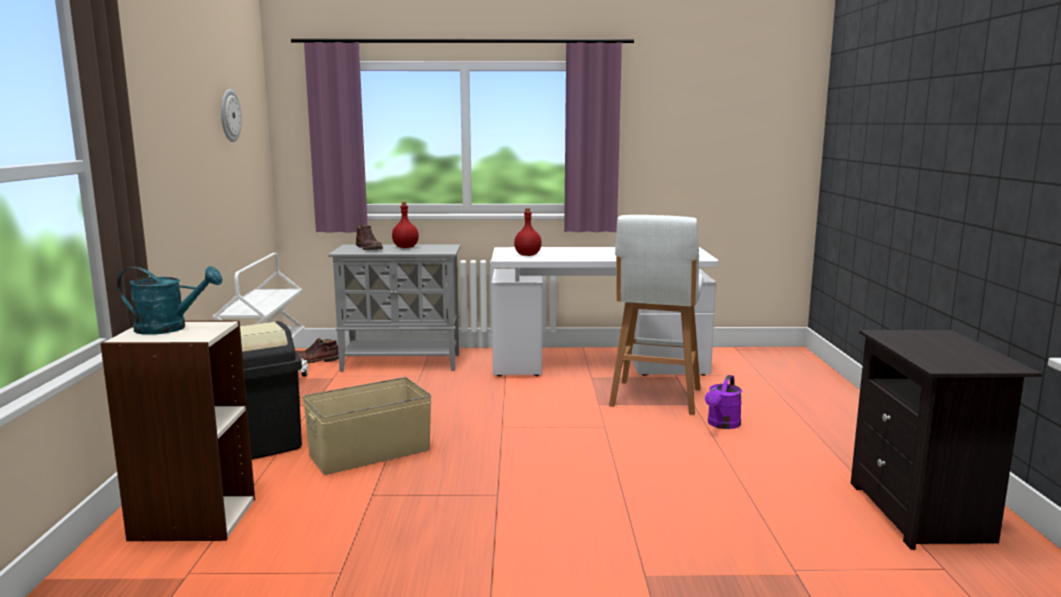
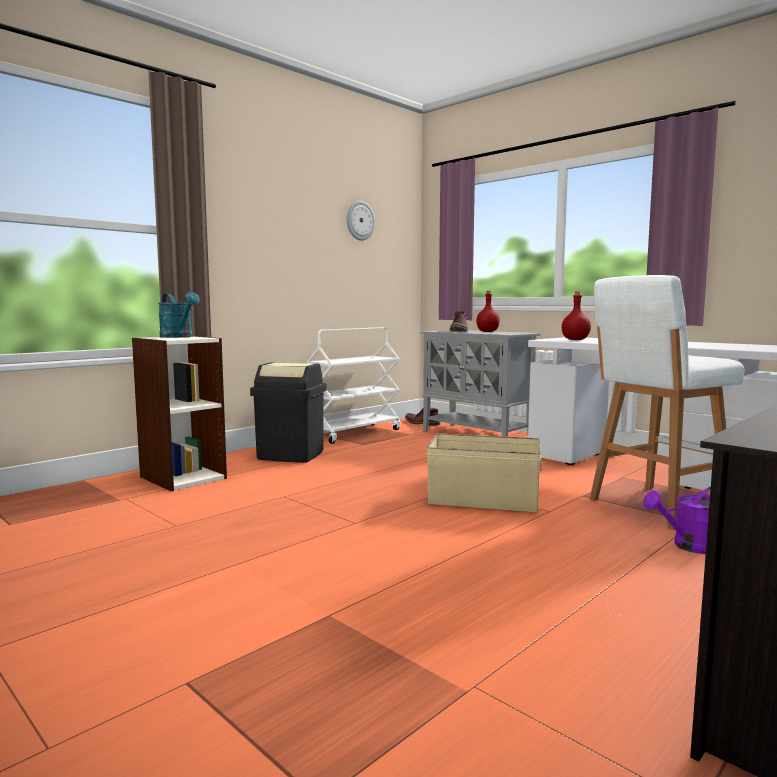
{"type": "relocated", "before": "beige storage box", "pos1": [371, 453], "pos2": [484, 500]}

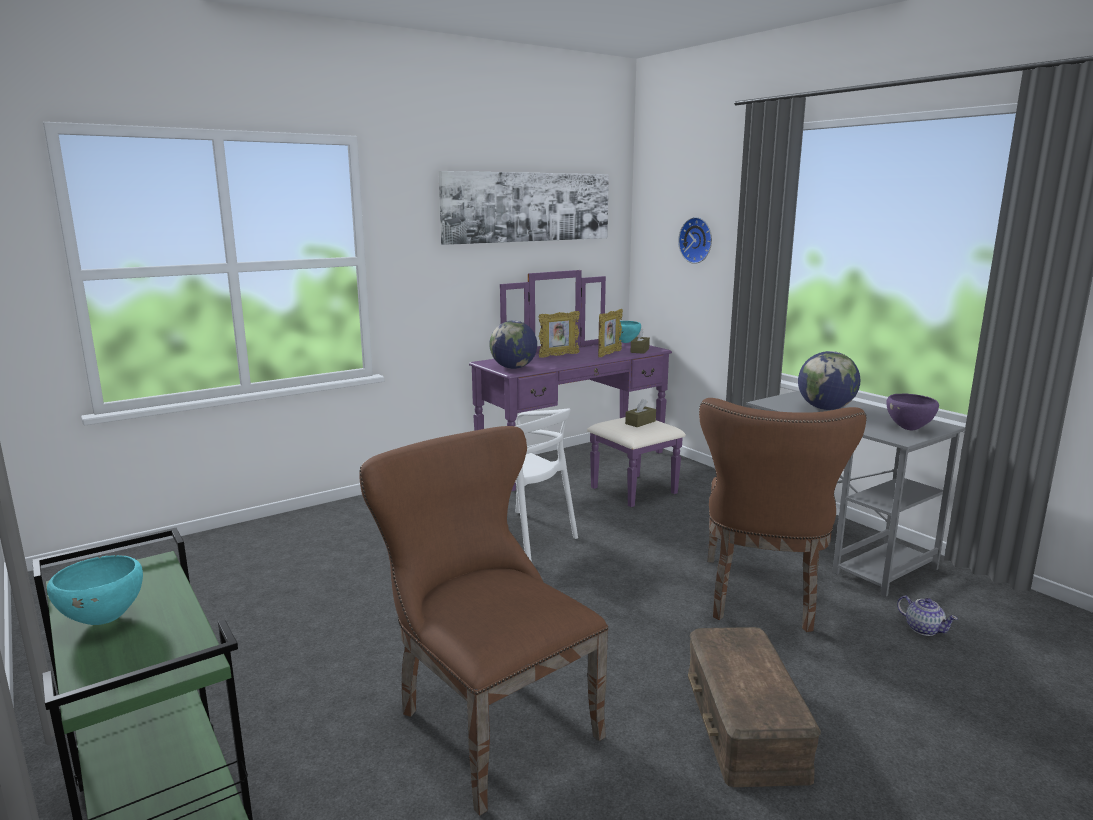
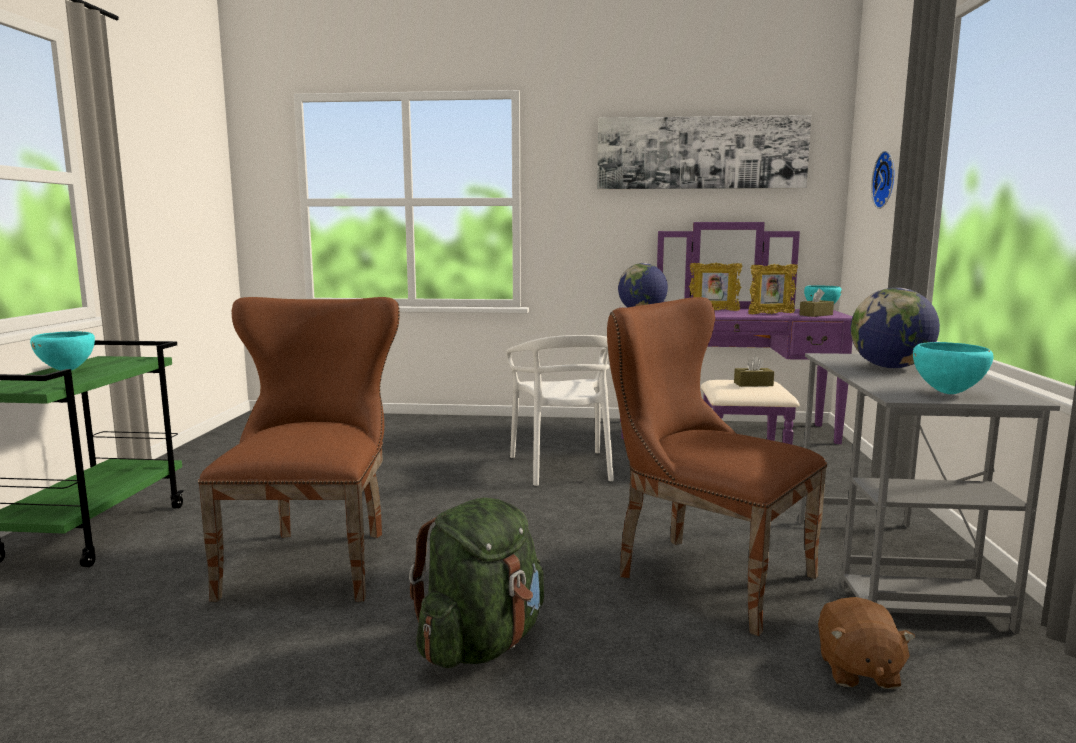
{"type": "exchanged", "before": "brown storage box", "after": "green backpack", "pos1": [743, 723], "pos2": [481, 644]}
{"type": "spun", "before": "brown chair", "pos1": [762, 598], "pos2": [702, 575], "turn": 75}
{"type": "exchanged", "before": "teapot", "after": "brown plush toy", "pos1": [923, 629], "pos2": [857, 671]}
{"type": "colour", "before": "purple bowl", "after": "turquoise bowl", "pos1": [909, 429], "pos2": [949, 393]}

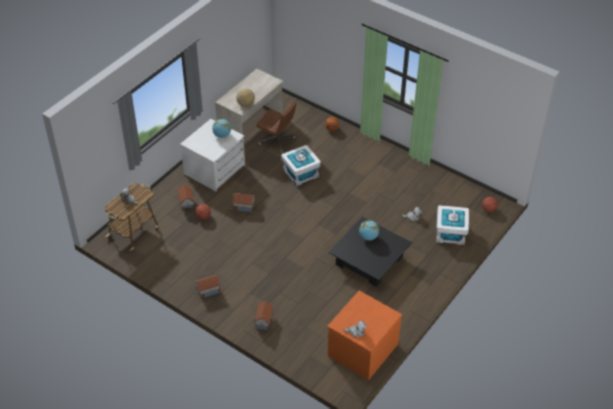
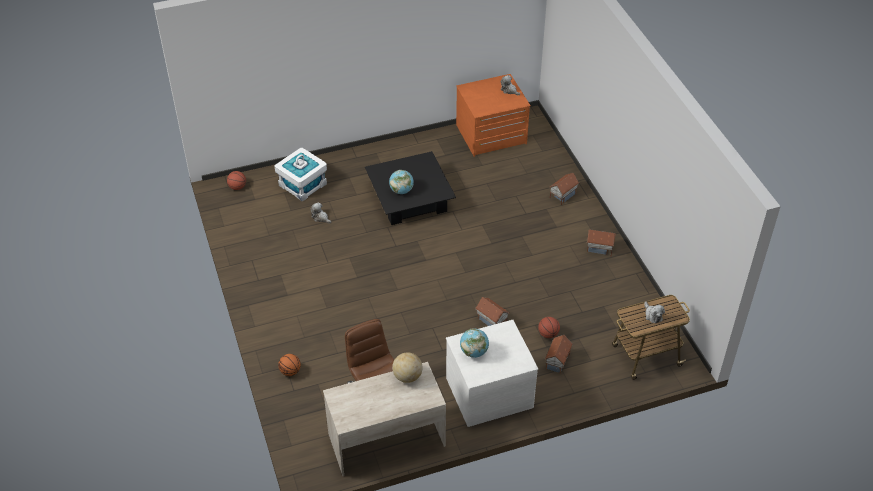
{"type": "missing", "before": "white storage box", "pos1": [300, 173]}

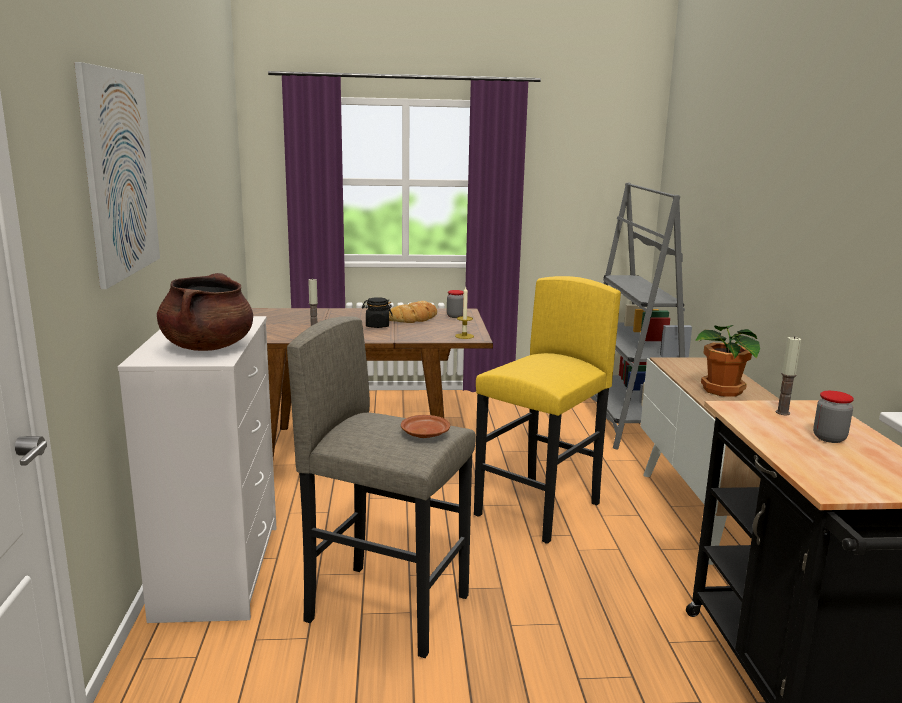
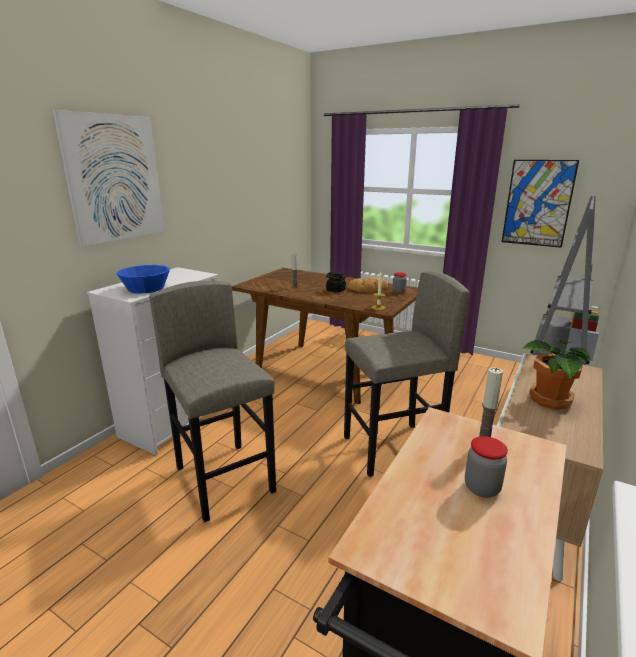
{"type": "exchanged", "before": "brown cooking pot", "after": "blue bowl", "pos1": [208, 347], "pos2": [146, 288]}
{"type": "colour", "before": "yellow stool", "after": "grey stool", "pos1": [539, 509], "pos2": [393, 449]}
{"type": "appeared", "after": "picture", "pos2": [538, 203]}
{"type": "missing", "before": "brown plate", "pos1": [424, 434]}

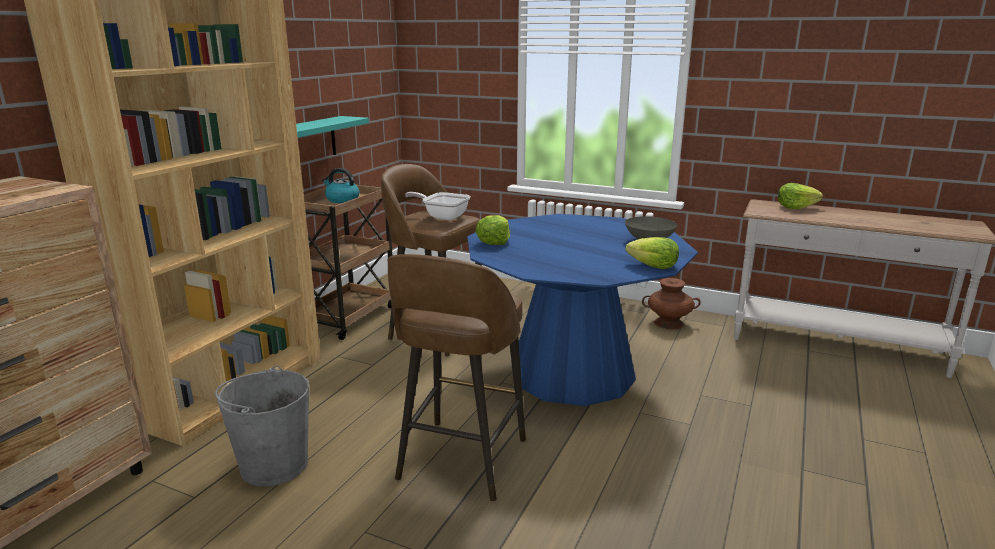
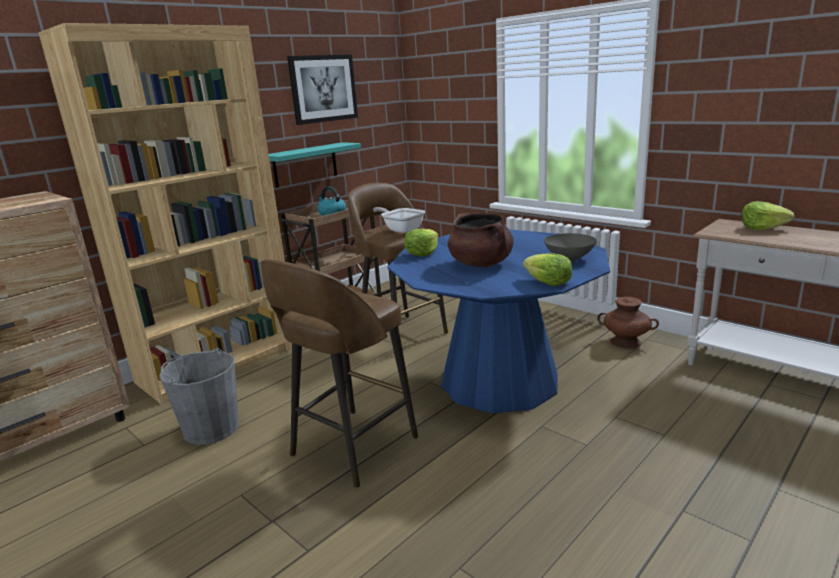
{"type": "appeared", "after": "picture", "pos2": [323, 88]}
{"type": "appeared", "after": "brown cooking pot", "pos2": [481, 264]}

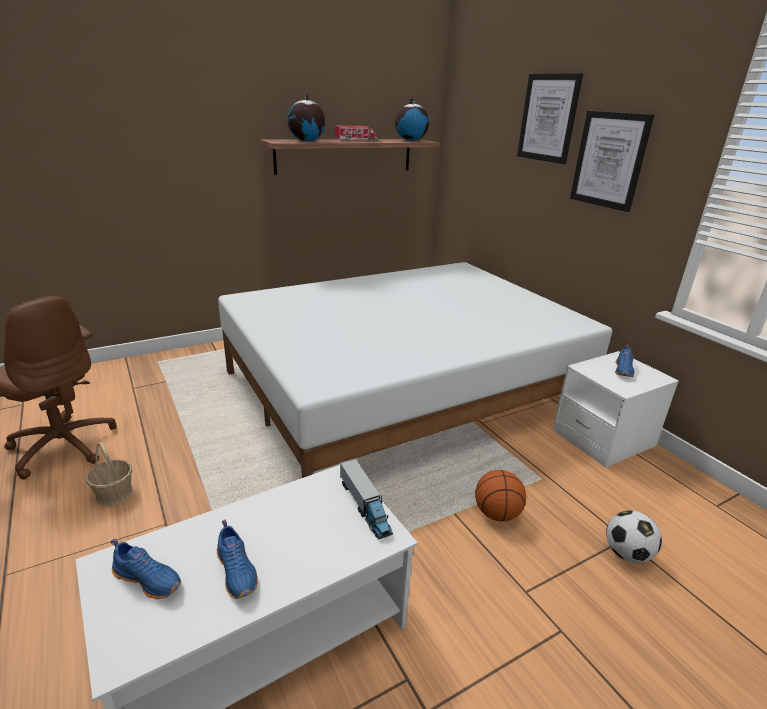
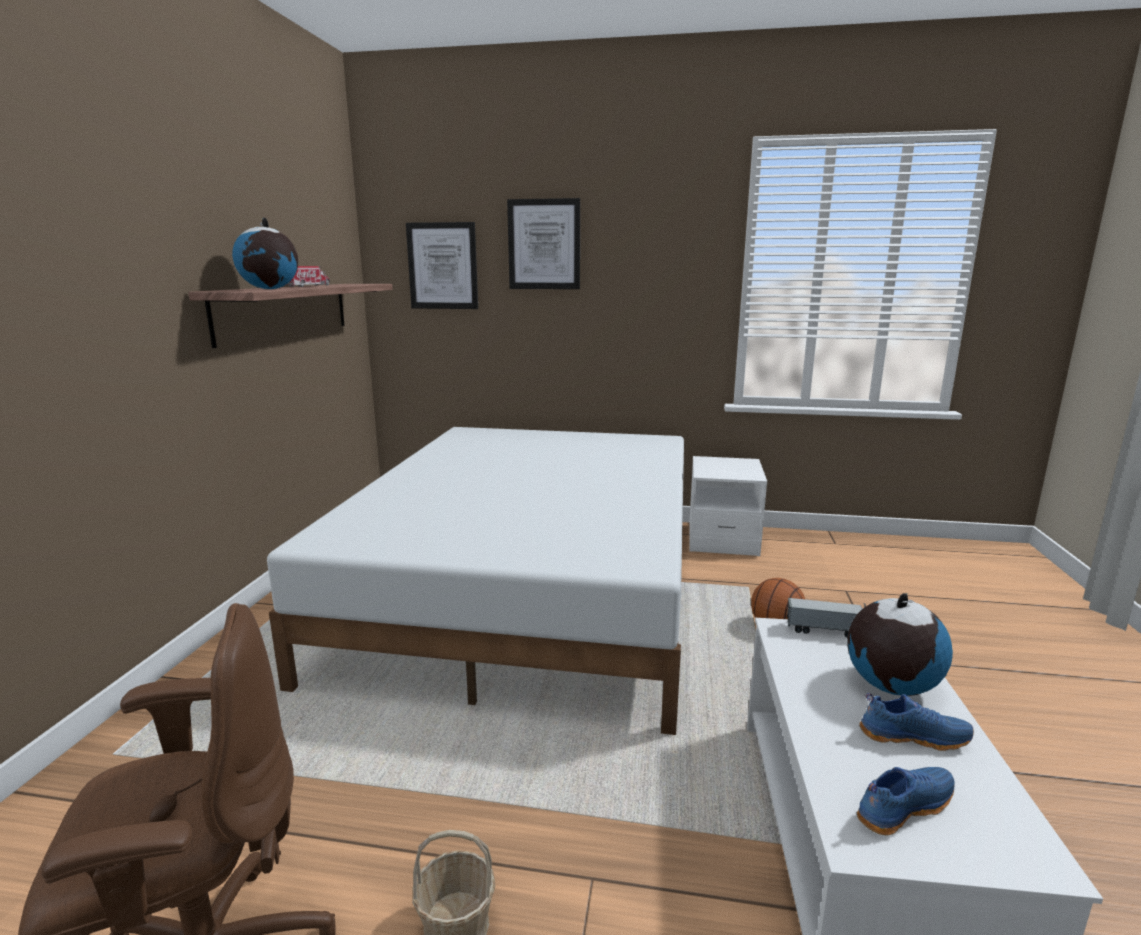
{"type": "relocated", "before": "picture", "pos1": [609, 160], "pos2": [443, 266]}
{"type": "relocated", "before": "globe", "pos1": [410, 140], "pos2": [890, 686]}
{"type": "missing", "before": "football", "pos1": [627, 554]}
{"type": "missing", "before": "blue shoe", "pos1": [624, 370]}

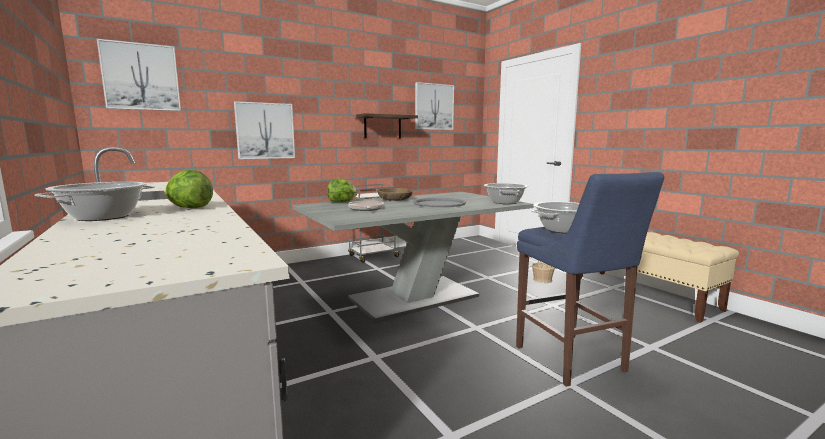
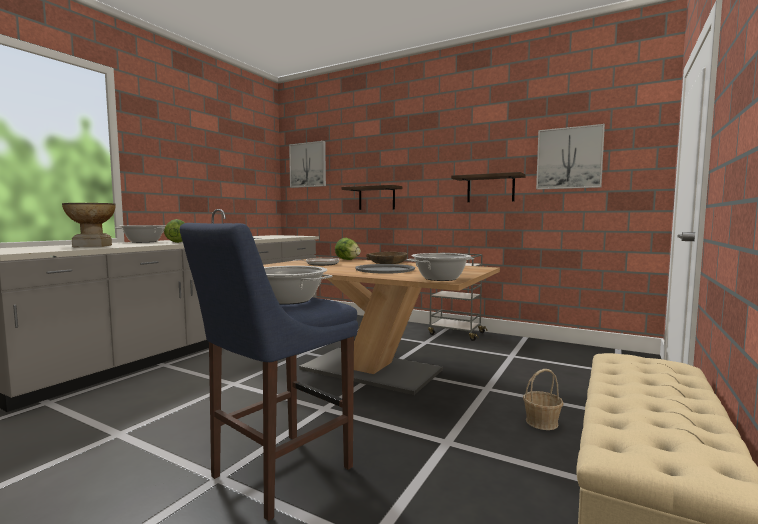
{"type": "appeared", "after": "vase", "pos2": [92, 246]}
{"type": "colour", "before": "grey dining table", "after": "brown dining table", "pos1": [414, 297], "pos2": [370, 369]}
{"type": "exchanged", "before": "picture", "after": "shelf", "pos1": [265, 131], "pos2": [376, 198]}

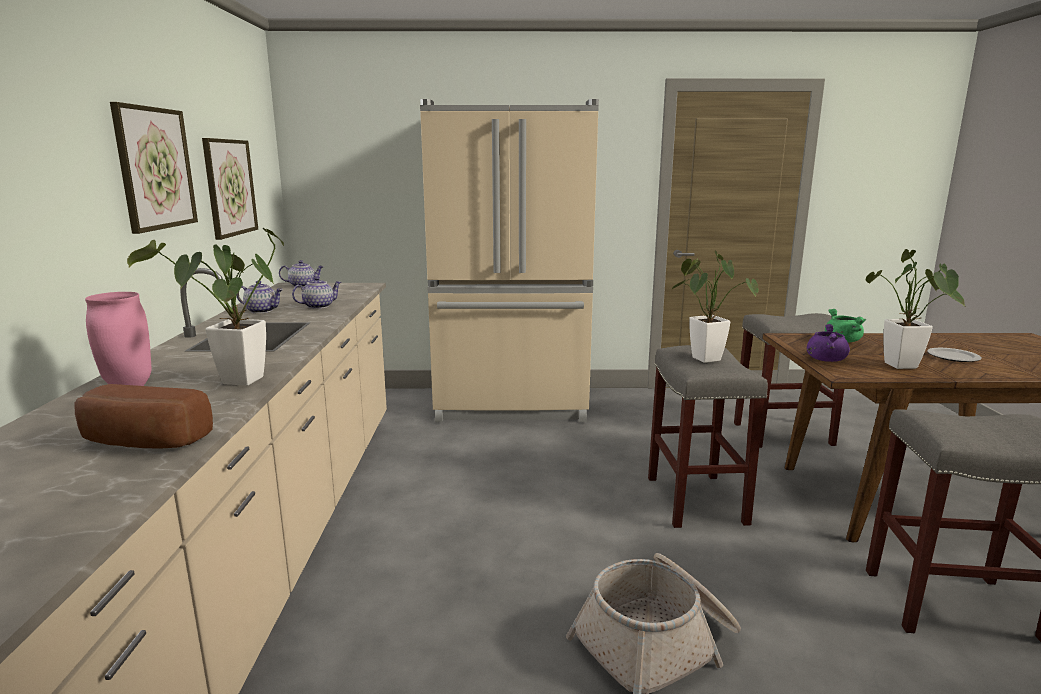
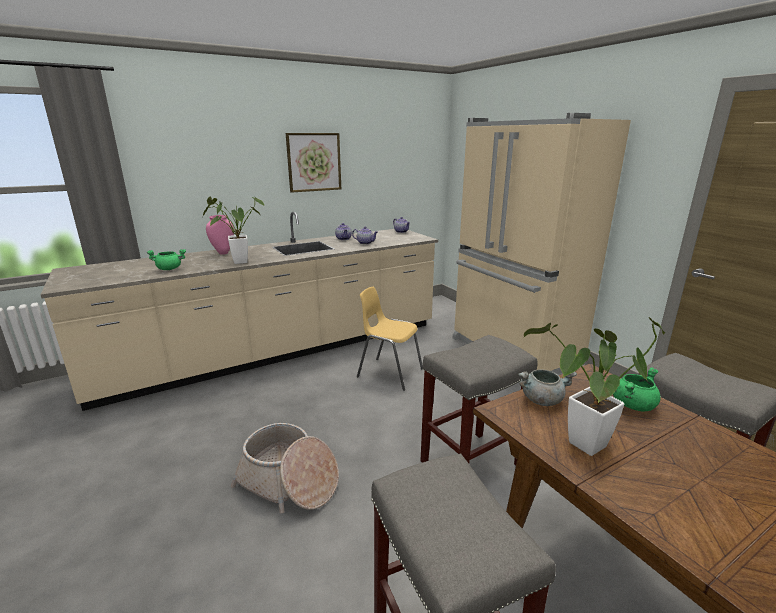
{"type": "exchanged", "before": "bread", "after": "green cooking pot", "pos1": [141, 443], "pos2": [170, 269]}
{"type": "appeared", "after": "yellow chair", "pos2": [389, 373]}
{"type": "colour", "before": "purple cooking pot", "after": "grey cooking pot", "pos1": [825, 359], "pos2": [542, 399]}
{"type": "missing", "before": "picture", "pos1": [229, 187]}
{"type": "missing", "before": "potted plant", "pos1": [702, 357]}
{"type": "missing", "before": "plate", "pos1": [952, 357]}

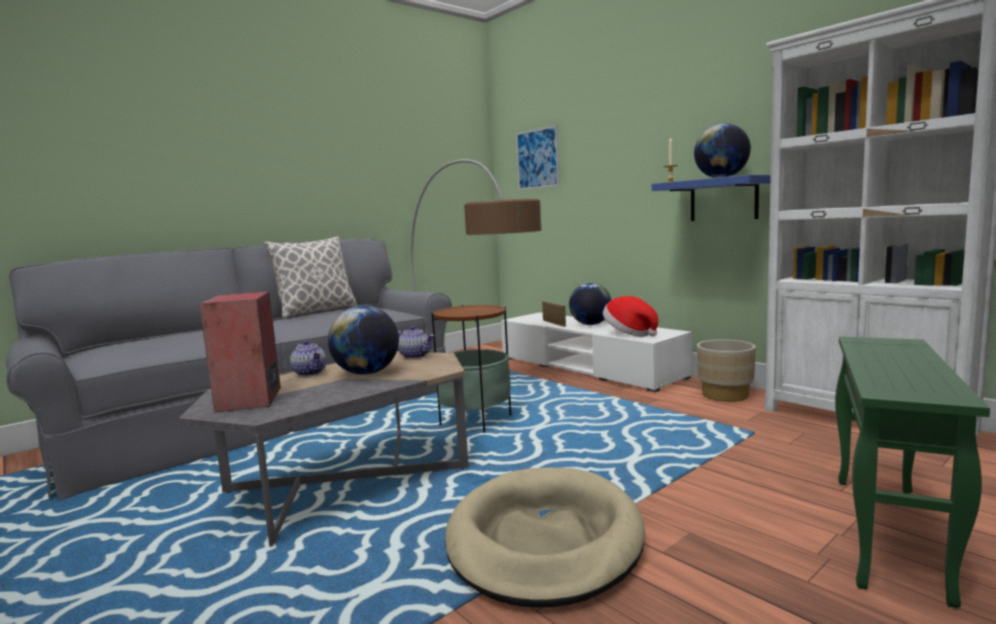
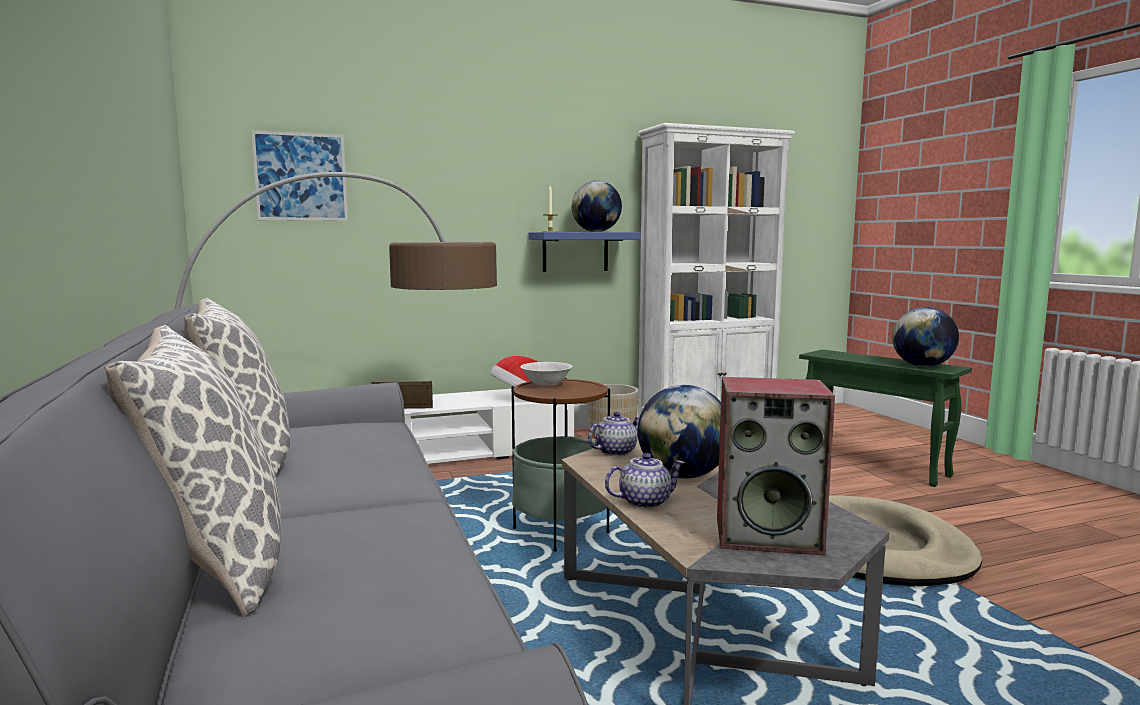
{"type": "appeared", "after": "pillow", "pos2": [216, 564]}
{"type": "appeared", "after": "white bowl", "pos2": [546, 385]}
{"type": "relocated", "before": "globe", "pos1": [590, 324], "pos2": [922, 366]}

